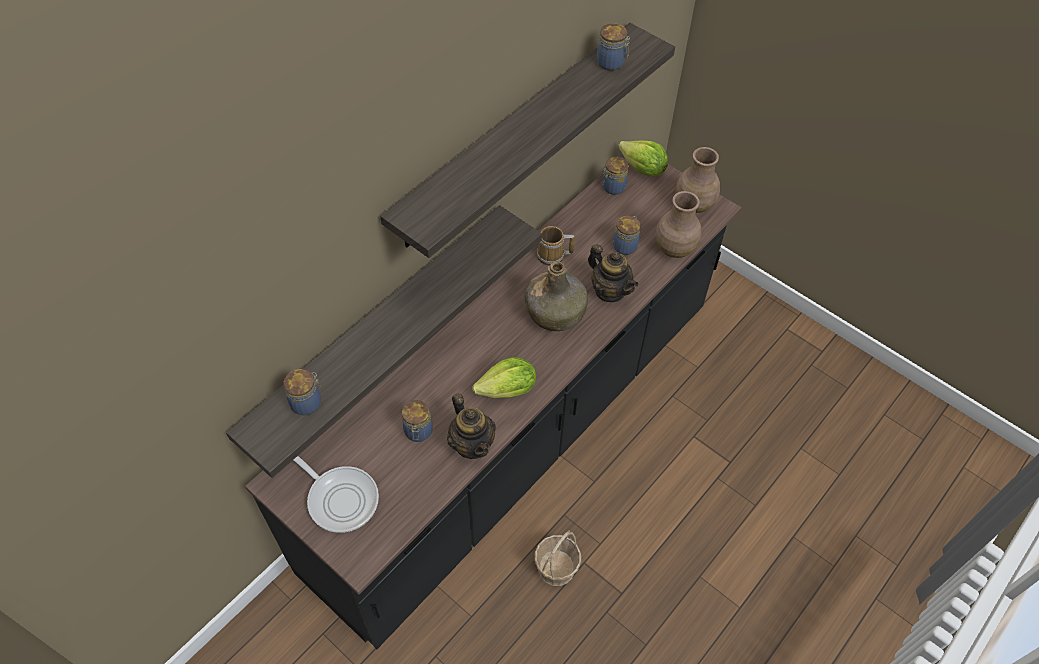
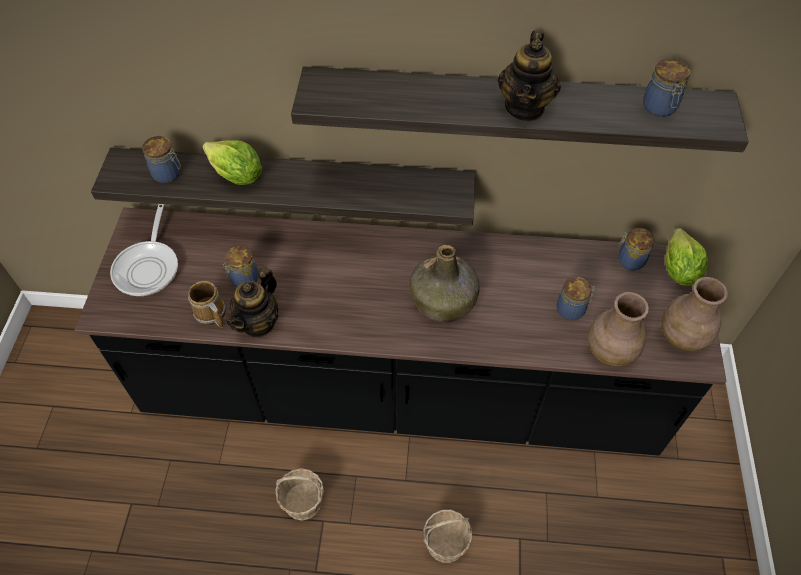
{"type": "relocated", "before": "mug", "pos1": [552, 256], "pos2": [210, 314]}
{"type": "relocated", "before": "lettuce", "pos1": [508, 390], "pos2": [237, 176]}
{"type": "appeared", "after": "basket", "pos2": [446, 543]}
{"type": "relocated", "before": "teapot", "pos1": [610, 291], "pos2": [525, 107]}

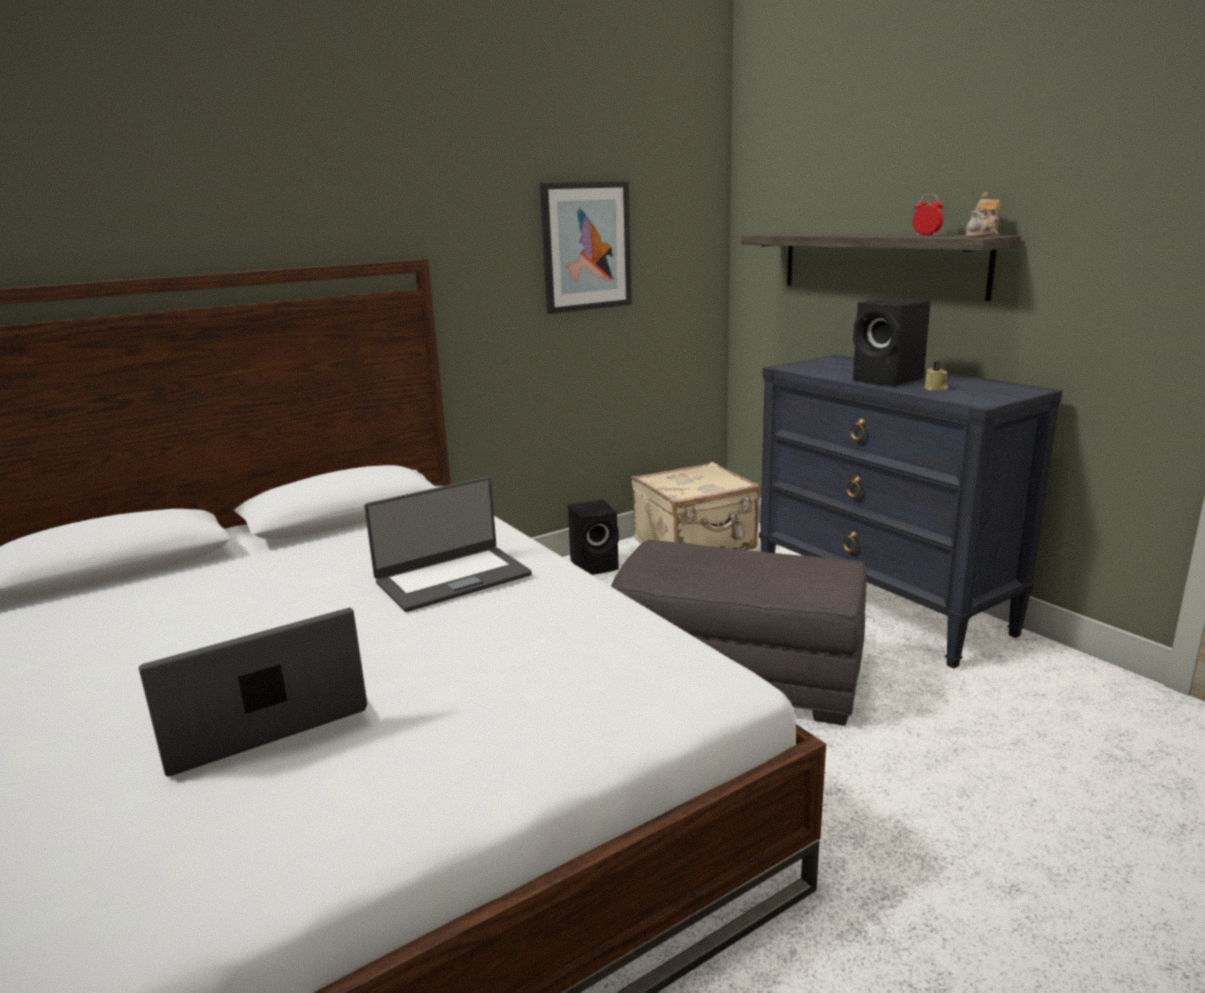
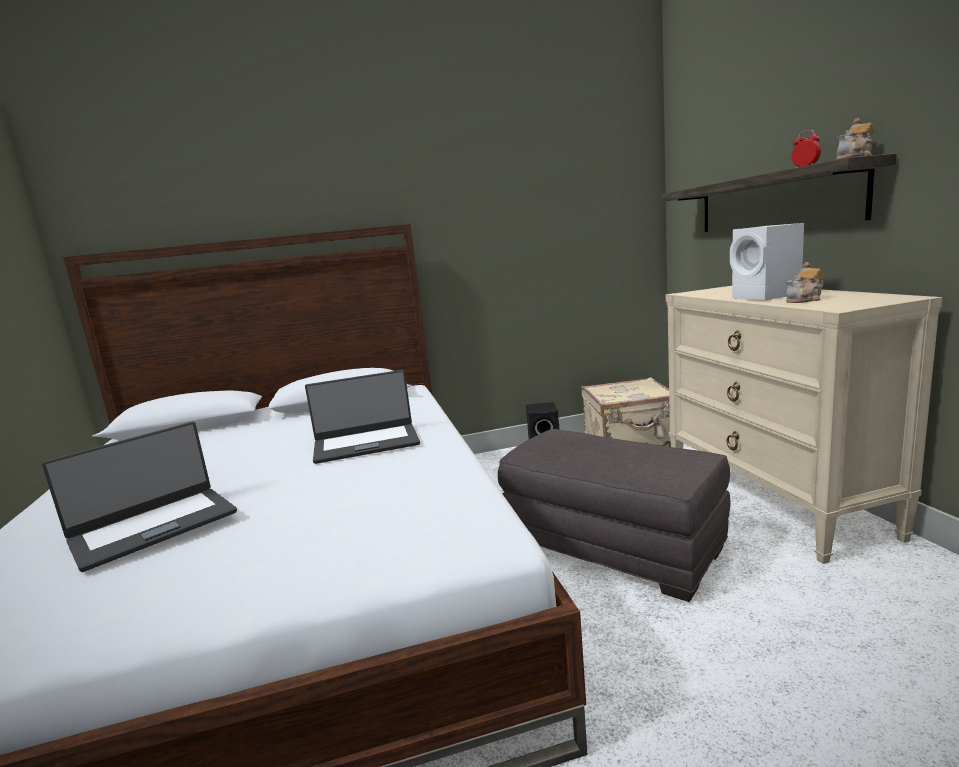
{"type": "spun", "before": "laptop", "pos1": [261, 719], "pos2": [153, 526], "turn": 150}
{"type": "colour", "before": "black dresser", "after": "beige dresser", "pos1": [882, 604], "pos2": [773, 500]}
{"type": "colour", "before": "black speaker", "after": "white speaker", "pos1": [889, 380], "pos2": [766, 297]}
{"type": "exchanged", "before": "beige candle", "after": "teapot", "pos1": [935, 388], "pos2": [804, 300]}
{"type": "missing", "before": "picture", "pos1": [586, 246]}

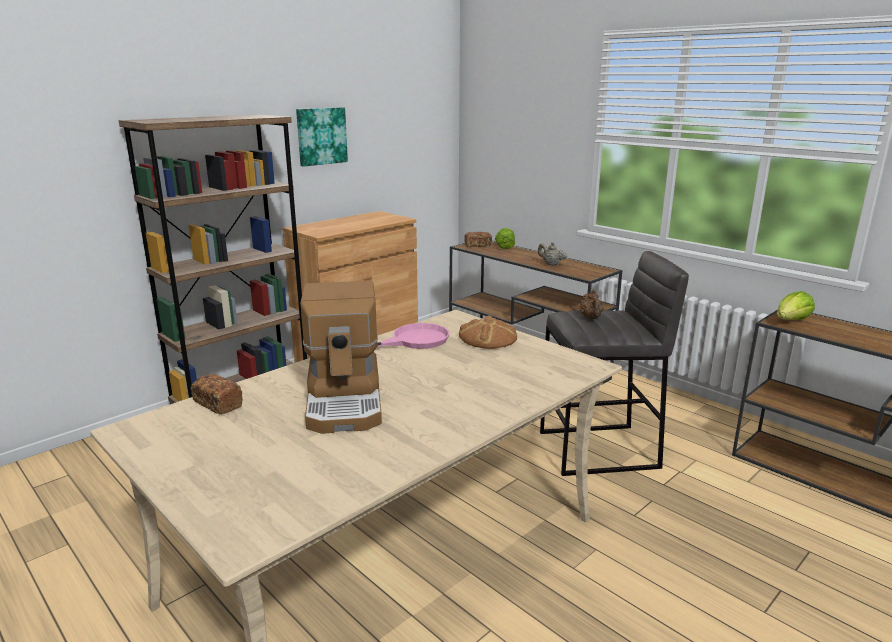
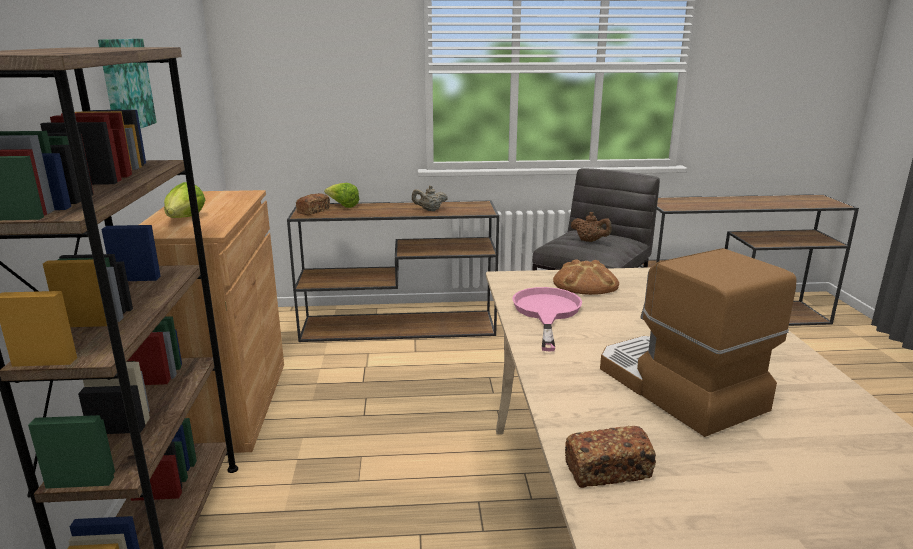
{"type": "relocated", "before": "lettuce", "pos1": [791, 322], "pos2": [185, 219]}
{"type": "spun", "before": "coffee machine", "pos1": [346, 400], "pos2": [676, 388], "turn": -150}

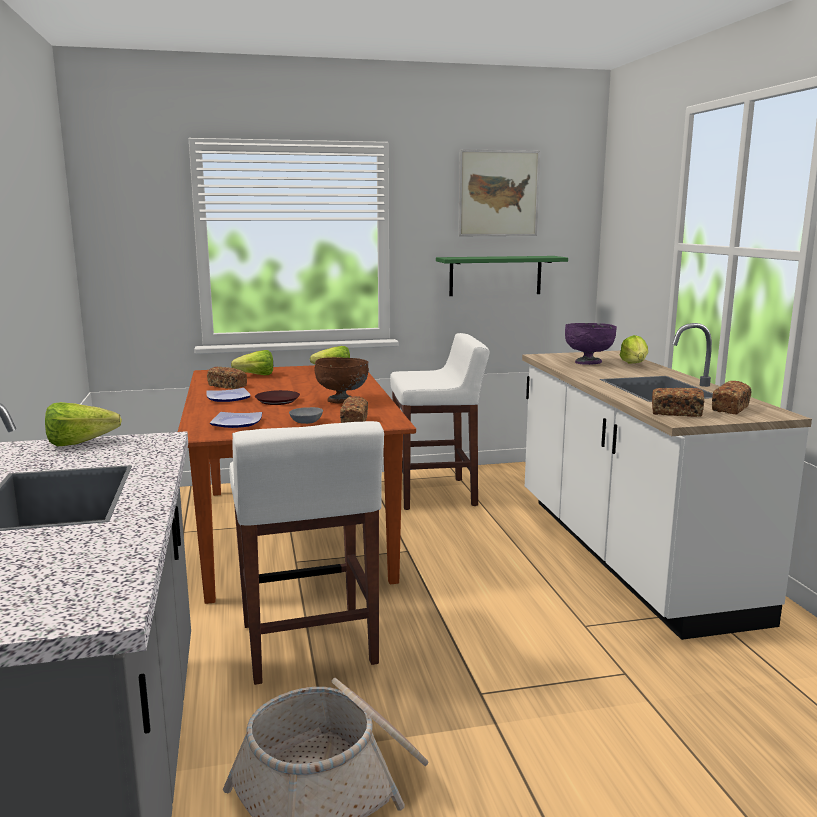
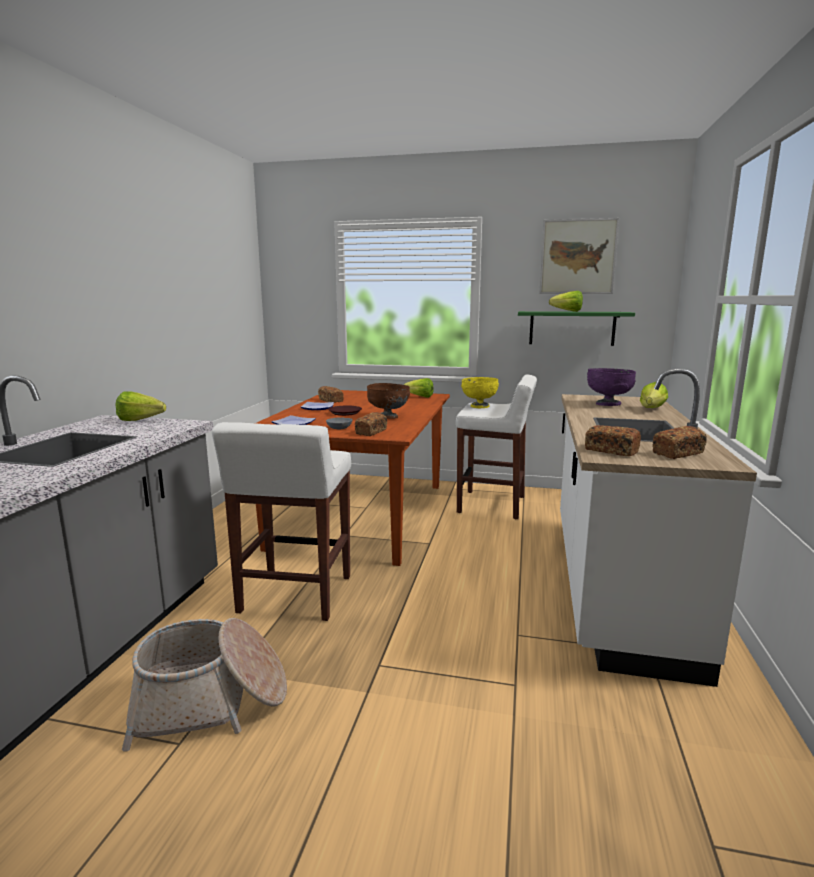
{"type": "appeared", "after": "yellow bowl", "pos2": [479, 406]}
{"type": "relocated", "before": "lettuce", "pos1": [252, 375], "pos2": [564, 311]}

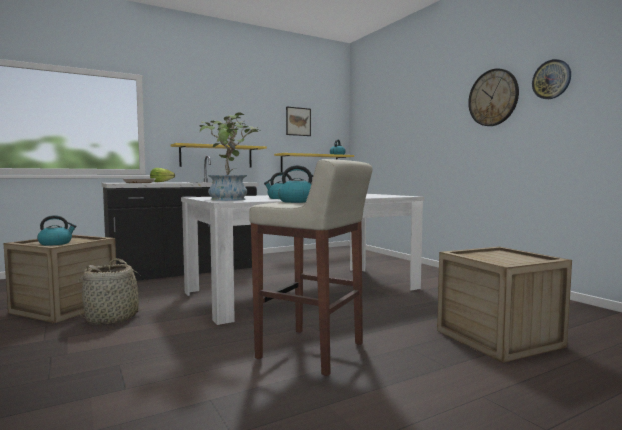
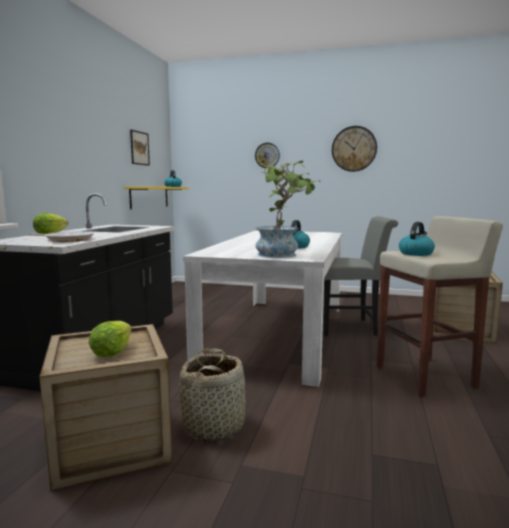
{"type": "exchanged", "before": "kettle", "after": "lettuce", "pos1": [56, 243], "pos2": [112, 352]}
{"type": "relocated", "before": "wall clock", "pos1": [551, 79], "pos2": [267, 155]}
{"type": "appeared", "after": "grey chair", "pos2": [351, 327]}
{"type": "missing", "before": "yellow shelf", "pos1": [216, 156]}

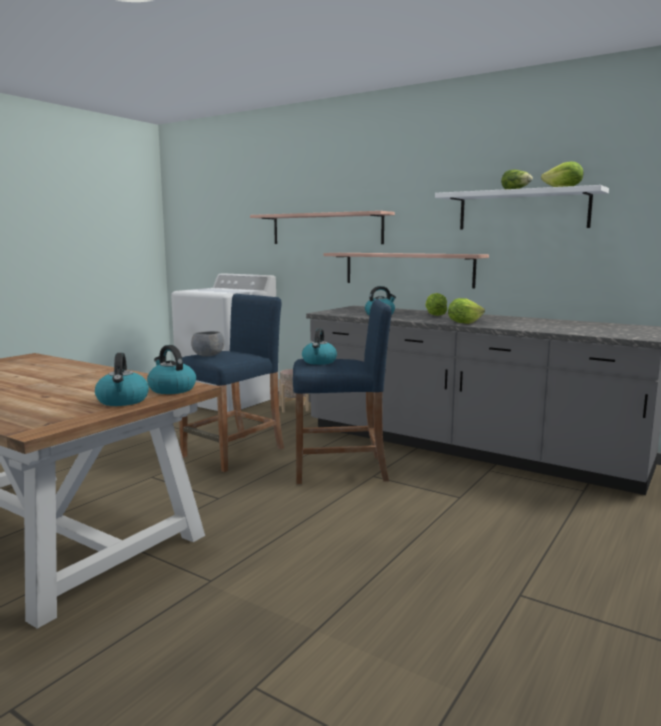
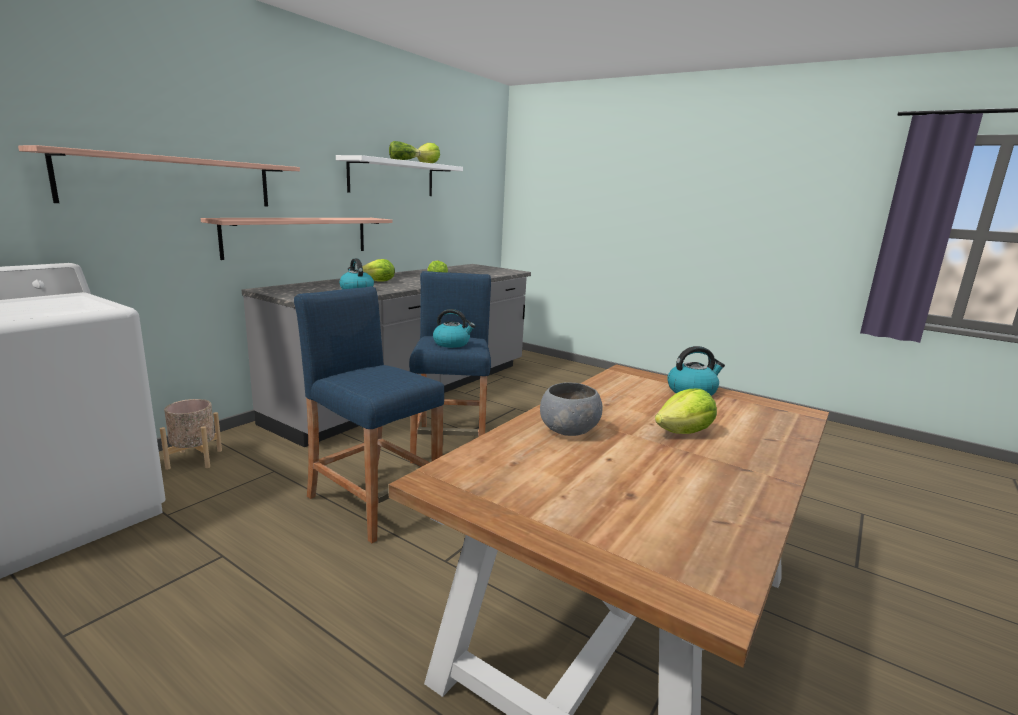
{"type": "relocated", "before": "grey bowl", "pos1": [208, 355], "pos2": [567, 430]}
{"type": "appeared", "after": "lettuce", "pos2": [684, 433]}
{"type": "missing", "before": "kettle", "pos1": [171, 389]}

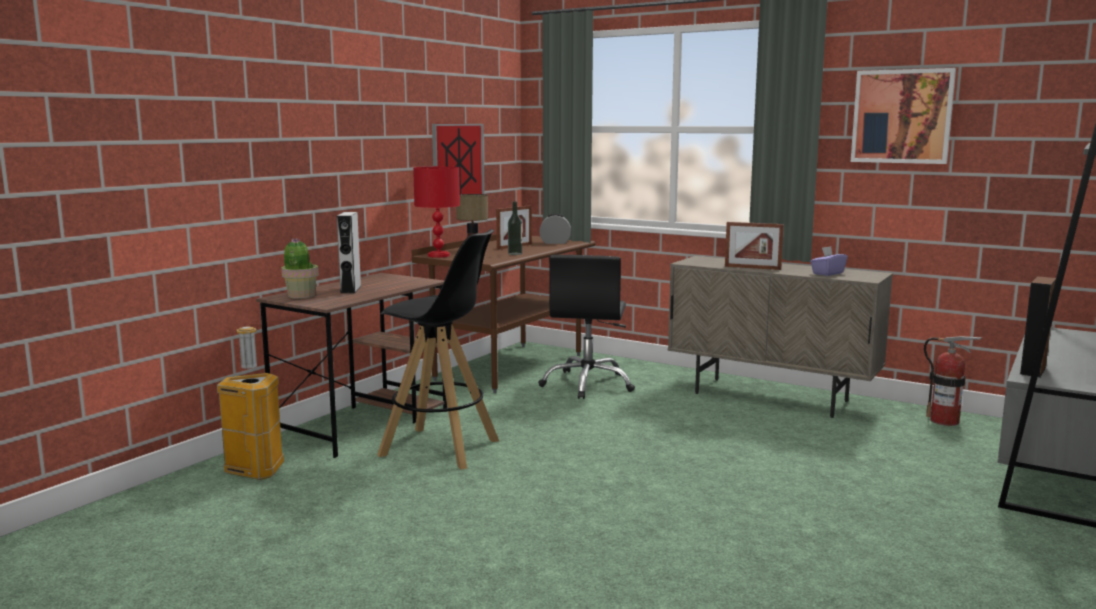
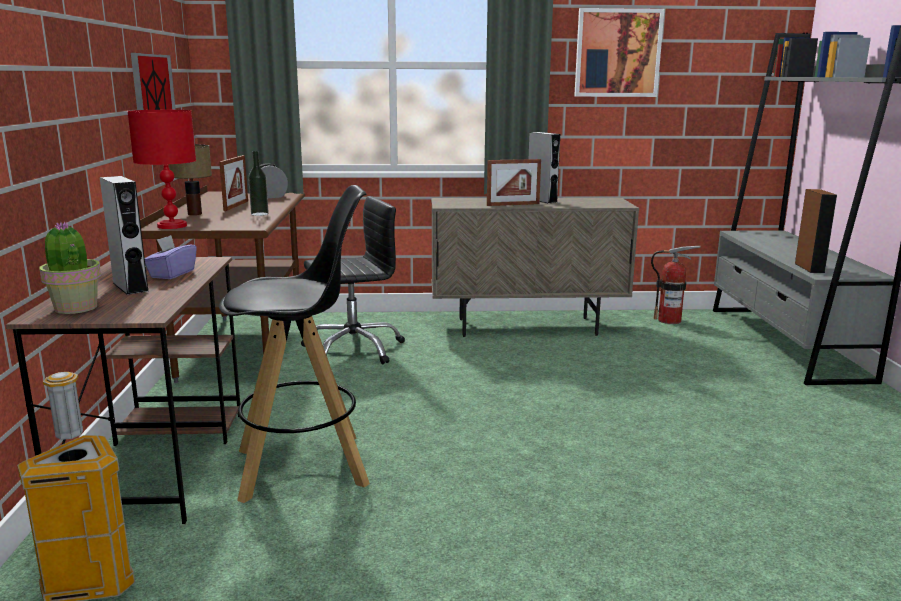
{"type": "relocated", "before": "purple tissue box", "pos1": [827, 273], "pos2": [172, 274]}
{"type": "spun", "before": "black office chair", "pos1": [588, 384], "pos2": [353, 349], "turn": -90}
{"type": "appeared", "after": "grey speaker", "pos2": [542, 200]}

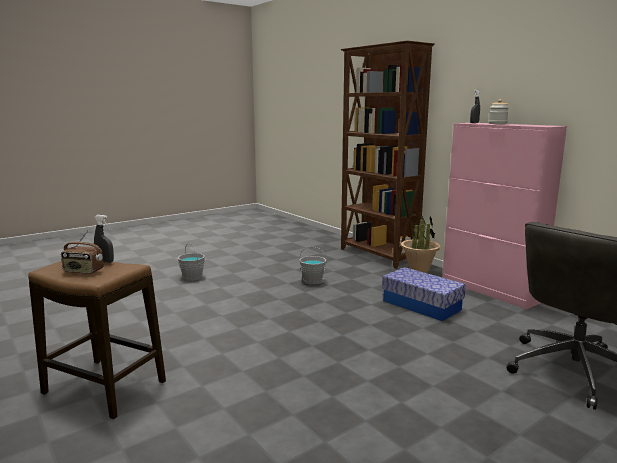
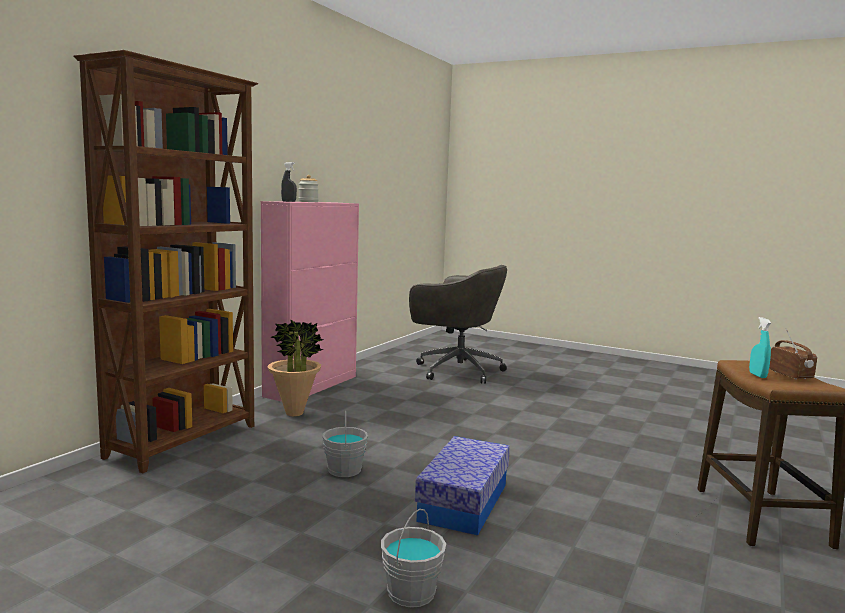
{"type": "relocated", "before": "storage box", "pos1": [421, 305], "pos2": [463, 502]}
{"type": "colour", "before": "grey spray bottle", "after": "turquoise spray bottle", "pos1": [105, 262], "pos2": [757, 375]}

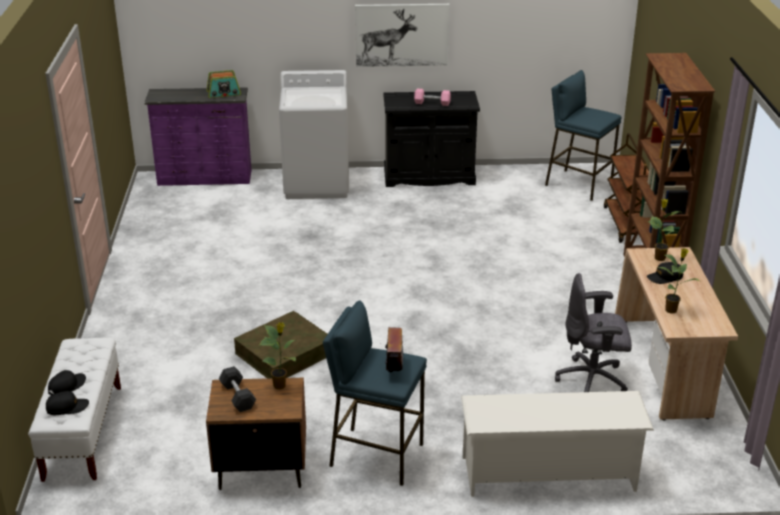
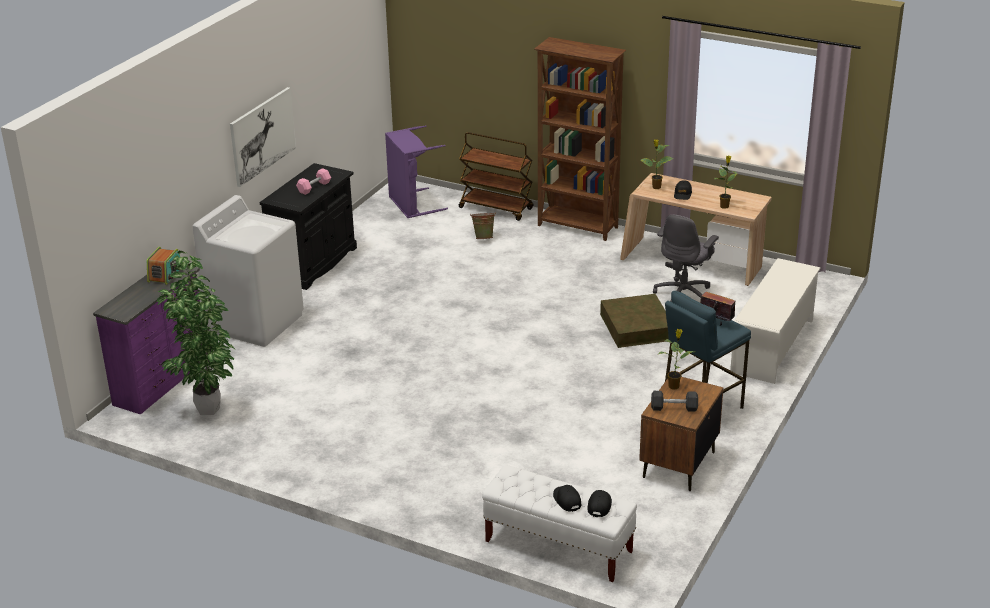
{"type": "appeared", "after": "potted plant", "pos2": [205, 410]}
{"type": "exchanged", "before": "blue stool", "after": "purple laundry basket", "pos1": [578, 184], "pos2": [411, 205]}
{"type": "appeared", "after": "green bucket", "pos2": [483, 237]}
{"type": "relocated", "before": "brown storage box", "pos1": [284, 353], "pos2": [636, 327]}

